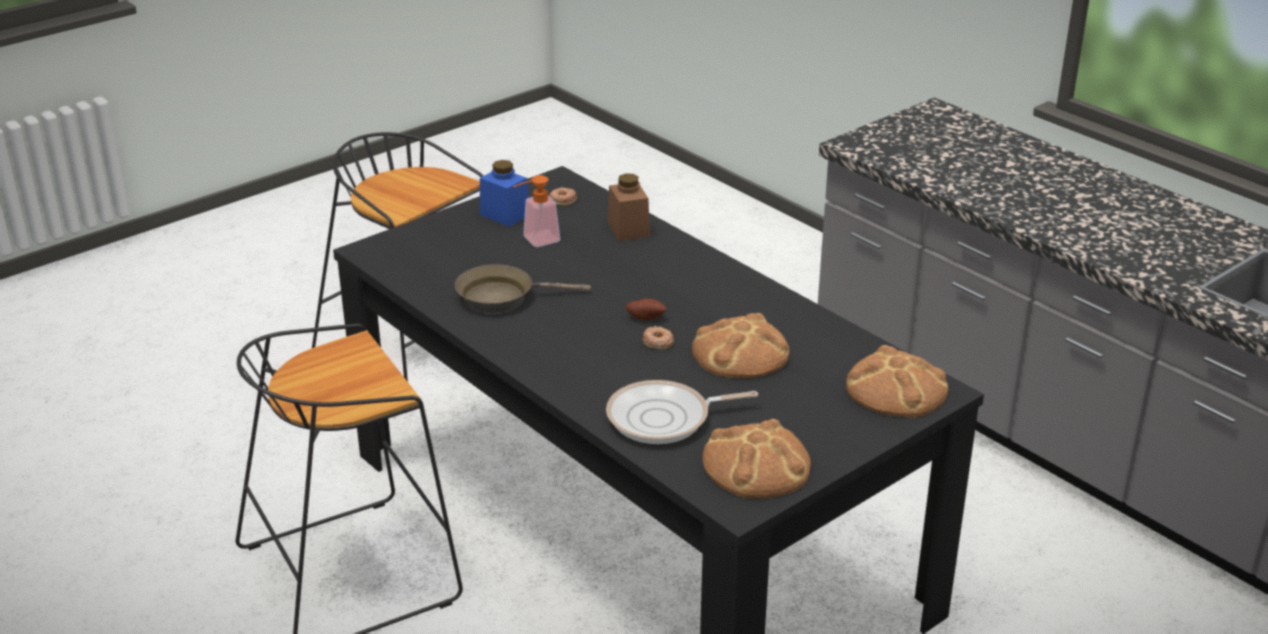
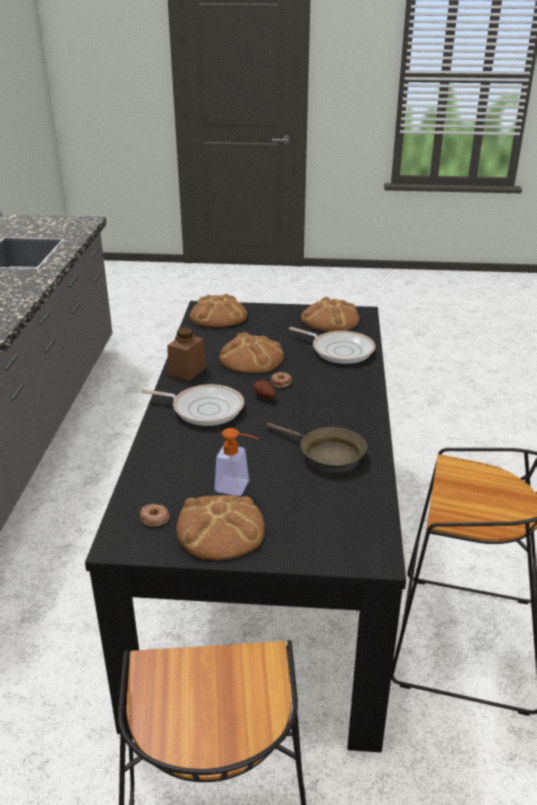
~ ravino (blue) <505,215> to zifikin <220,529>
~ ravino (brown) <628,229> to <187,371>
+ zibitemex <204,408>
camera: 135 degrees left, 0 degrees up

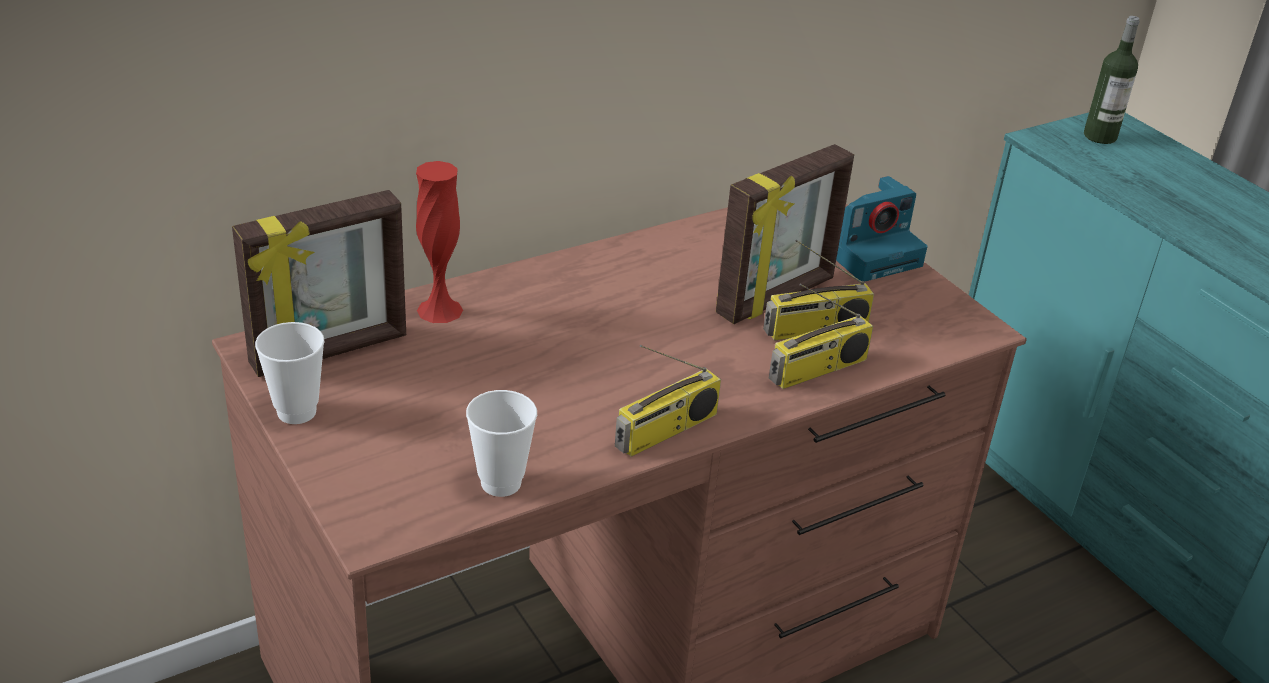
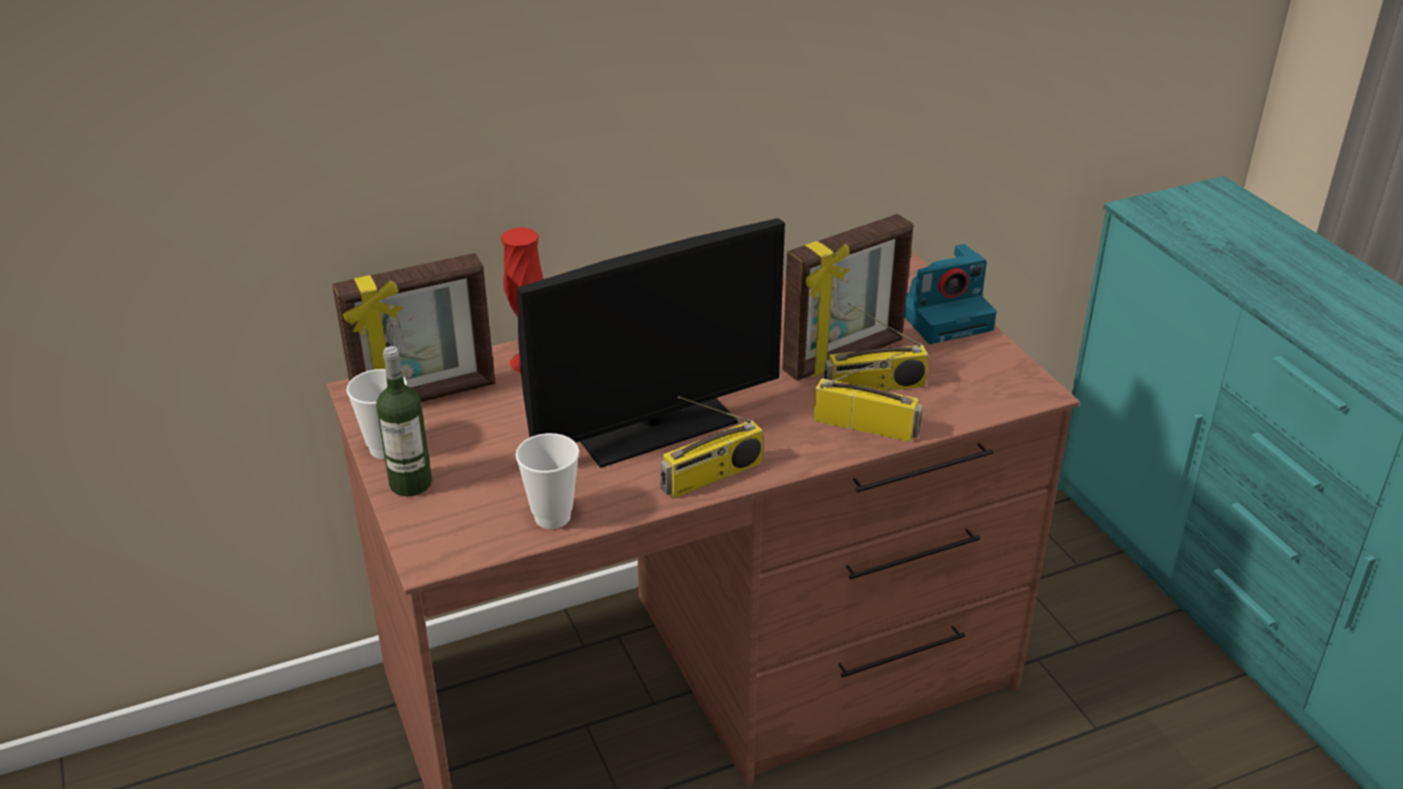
~ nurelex <1100,136> to <411,483>
~ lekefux <817,370> = <867,425> 135 degrees counterclockwise
+ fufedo <654,426>
camera: 10 degrees right, 0 degrees up

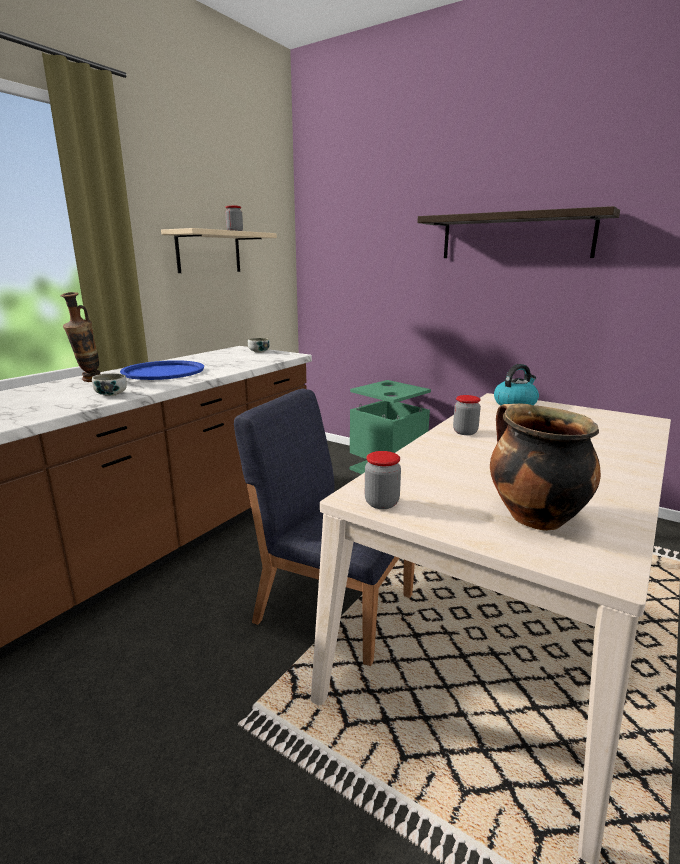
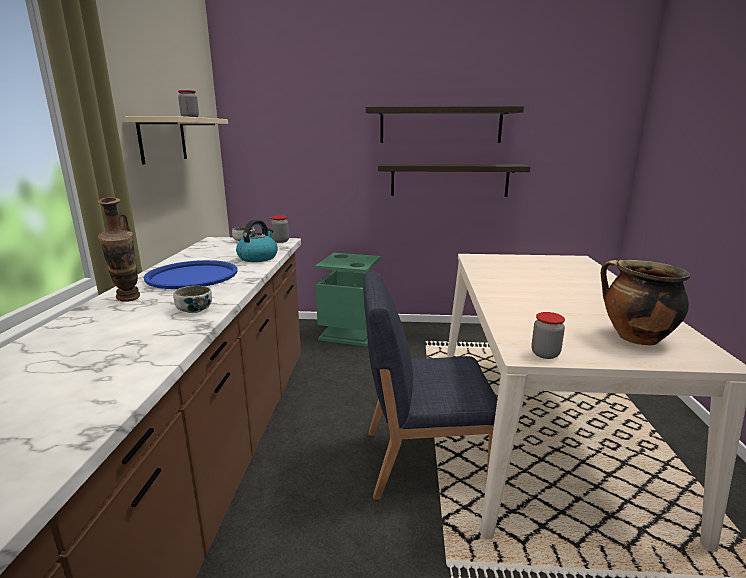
~ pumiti <515,404> to <258,257>
~ ravino <465,432> to <280,241>
+ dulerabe <449,180>
camera: 30 degrees left, 0 degrees up

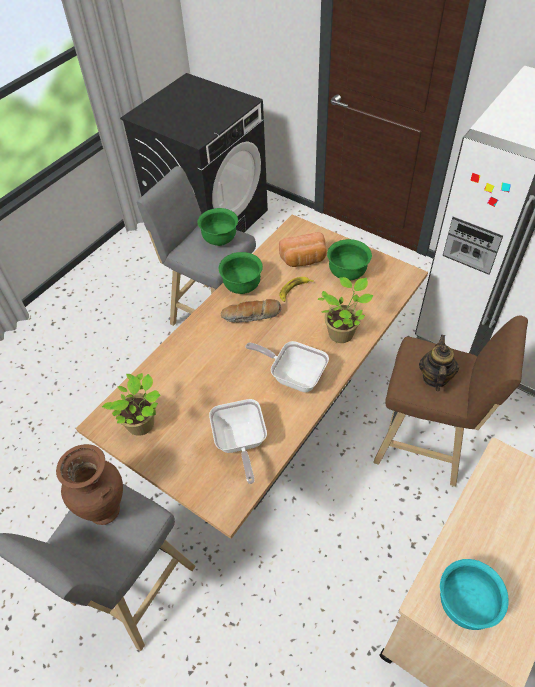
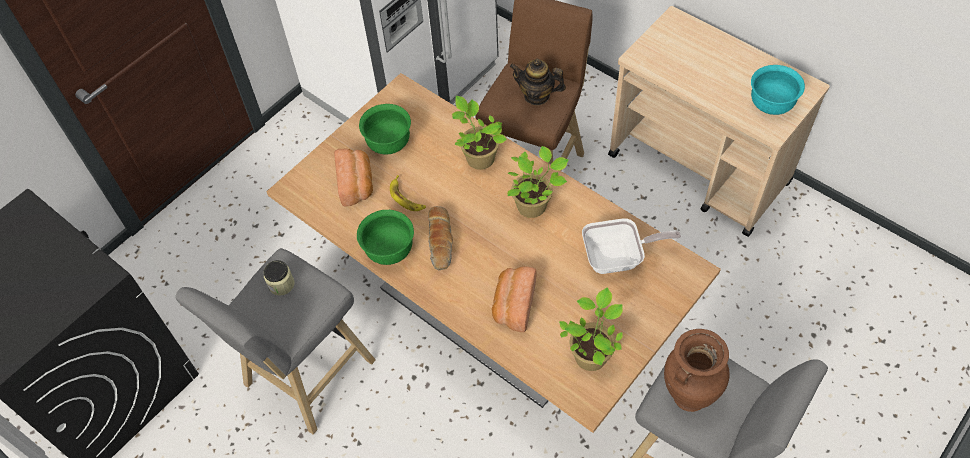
~ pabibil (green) <220,239> to ravino <281,284>
~ zibitemex <293,375> to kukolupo <534,205>
+ zifikin <513,305>
camera: 85 degrees left, 5 degrees up

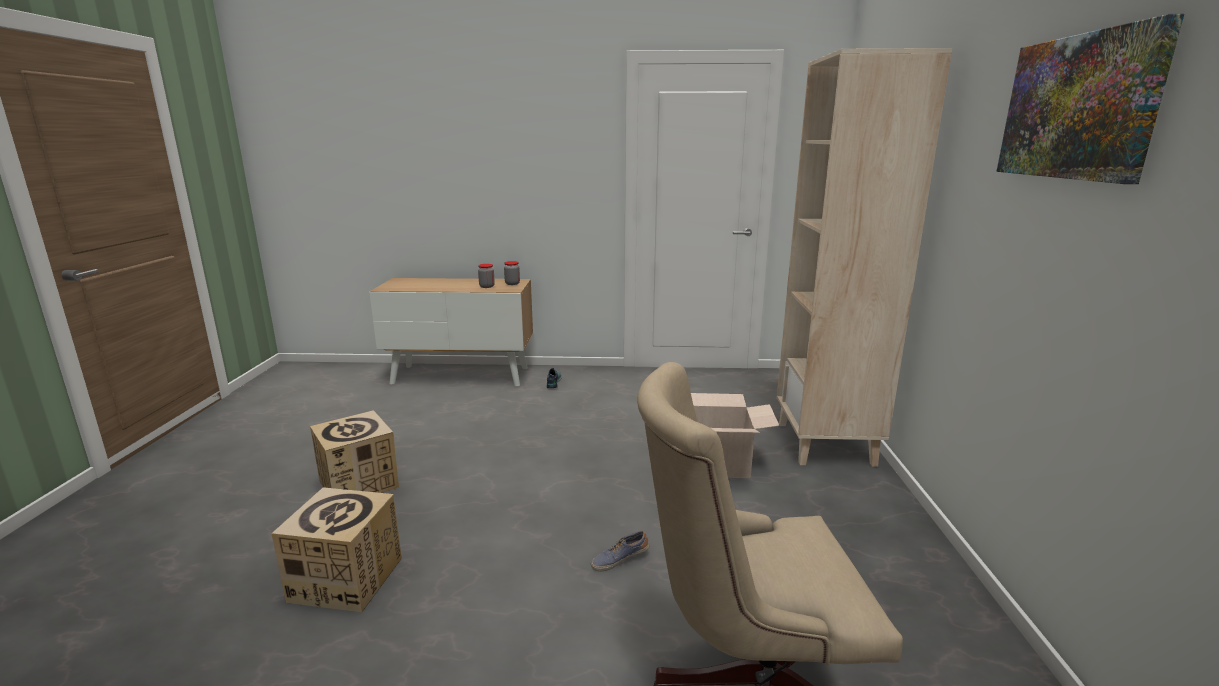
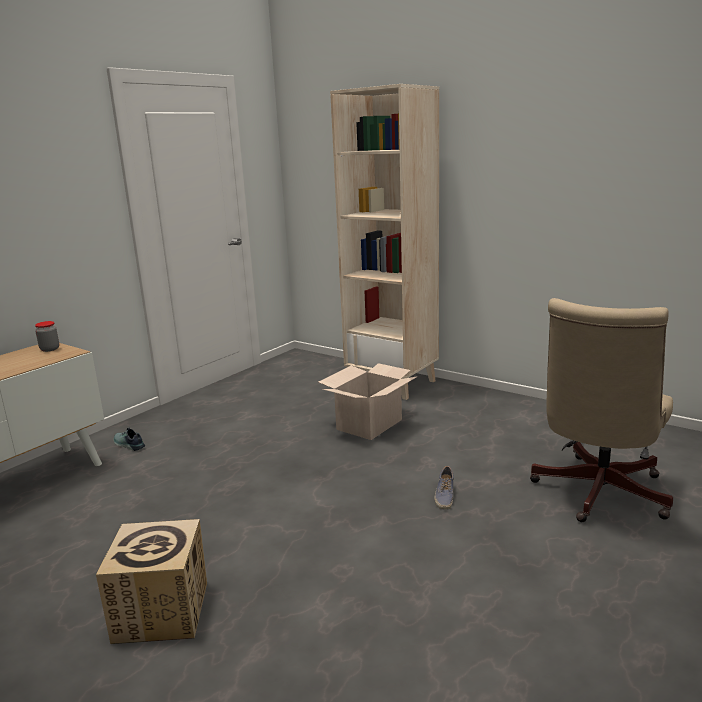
- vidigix <1078,107>
- ravino <487,286>
- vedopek <346,579>
camera: 55 degrees left, 0 degrees up

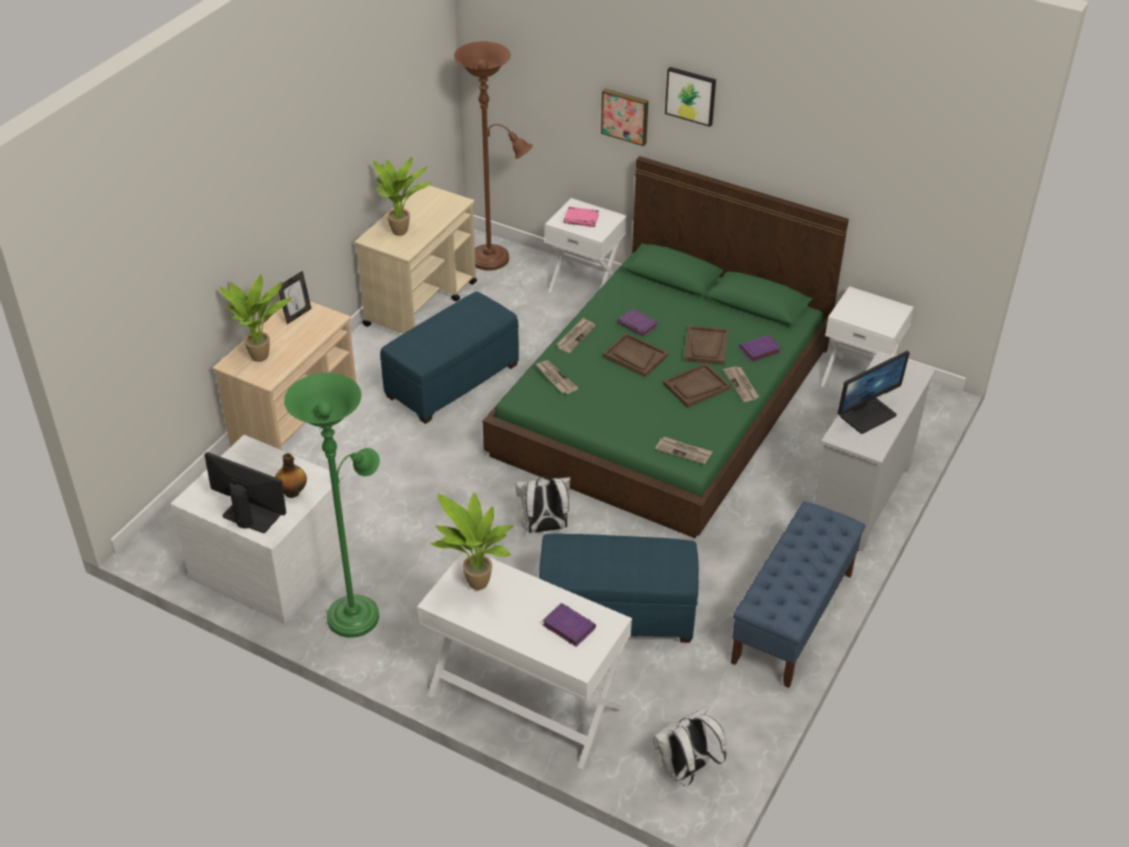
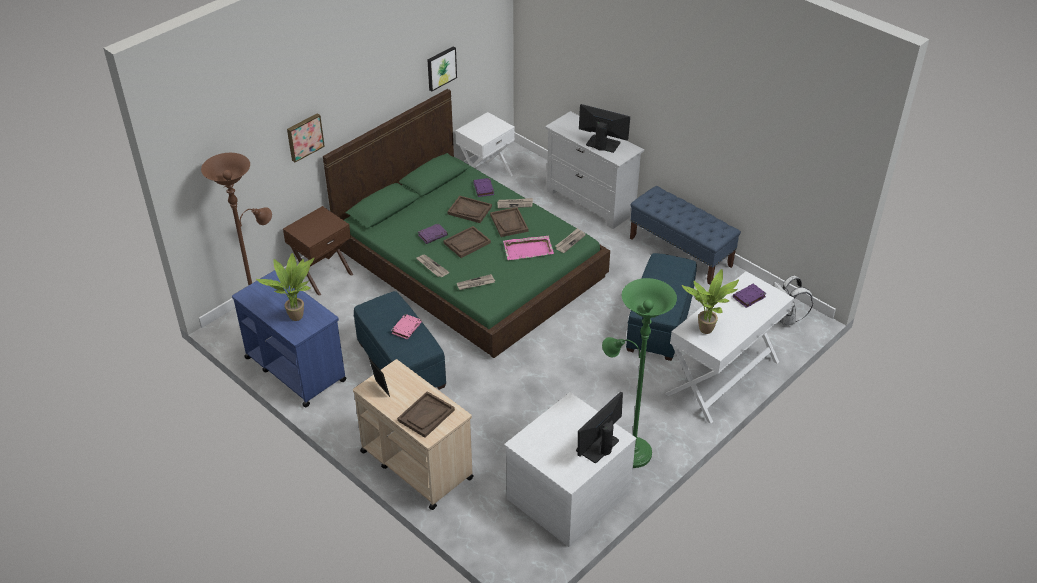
~ vidigix <691,95> to <441,68>
~ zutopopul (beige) <421,303> to zutopopul (blue) <295,368>
~ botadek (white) <585,285> to botadek (brown) <322,275>
~ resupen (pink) <581,219> to <406,328>
~ kukolupo <262,356> to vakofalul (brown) <426,415>
~ fufedo <867,415> = <602,144> 45 degrees counterclockwise
- nurelex <293,492>
- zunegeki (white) <545,527>
+ vakofalul (pink) <528,249>
camera: 75 degrees left, 0 degrees up

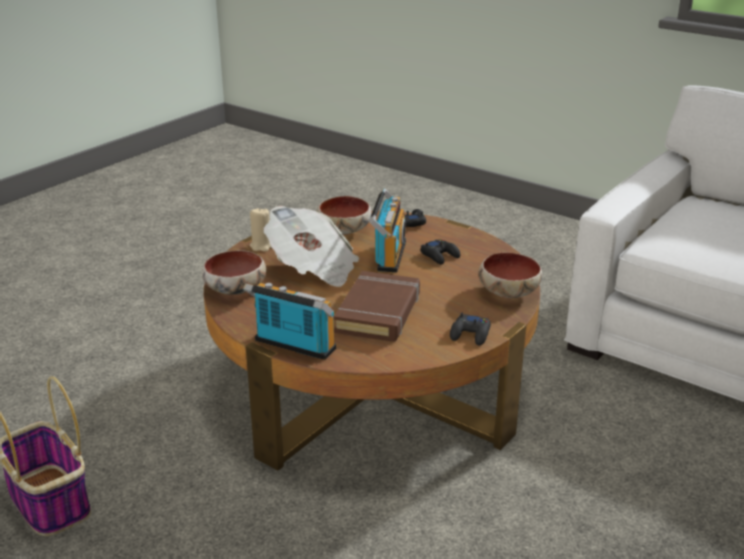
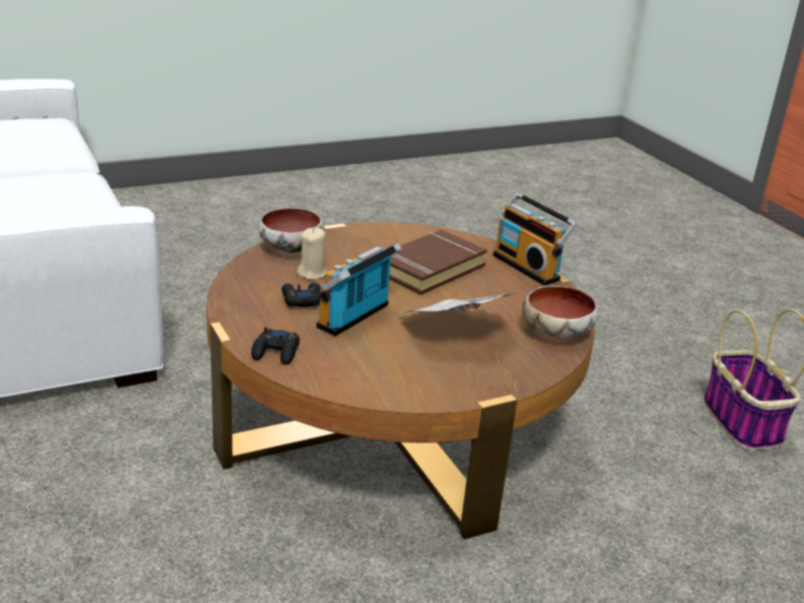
- pabibil <344,230>
~ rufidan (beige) <262,246> to <312,273>
- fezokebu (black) <470,334>
camera: 155 degrees left, 0 degrees up

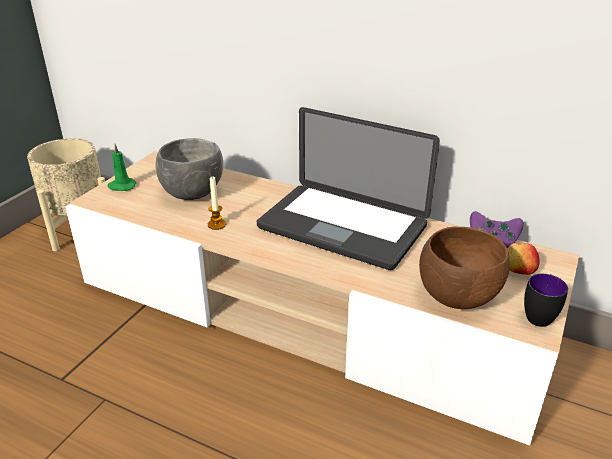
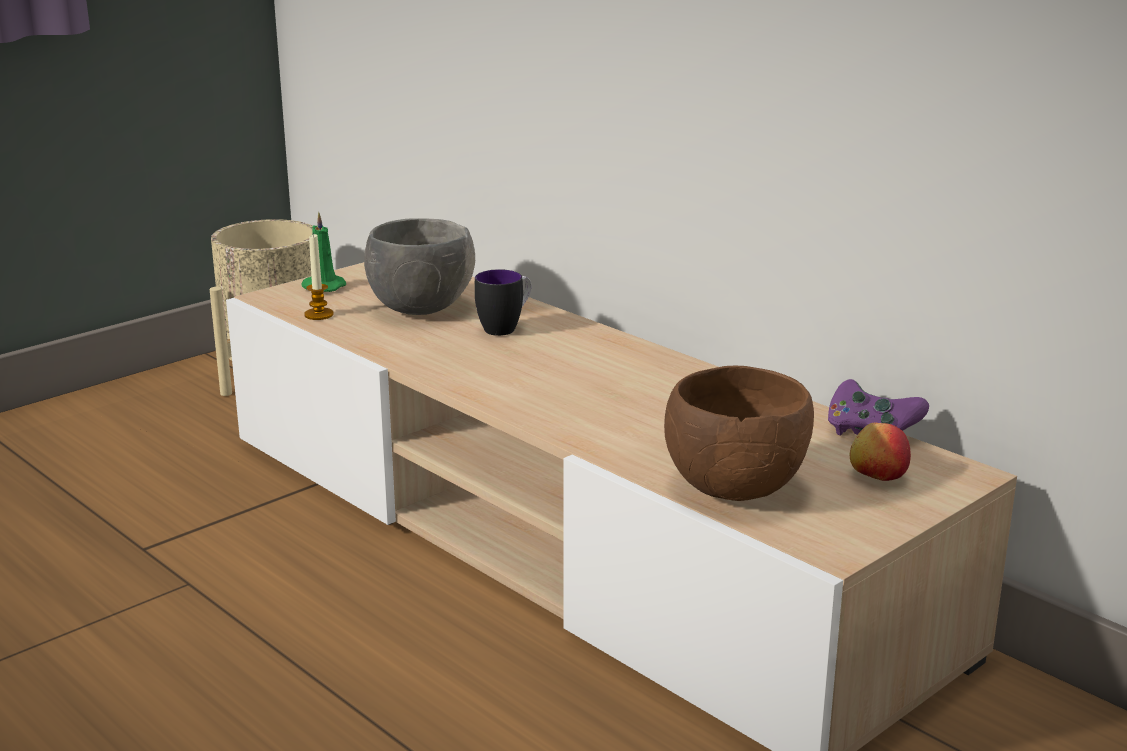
- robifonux <342,227>
~ rufidan <216,224> to <319,315>
~ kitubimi <539,314> to <506,328>
camera: 20 degrees right, 10 degrees down

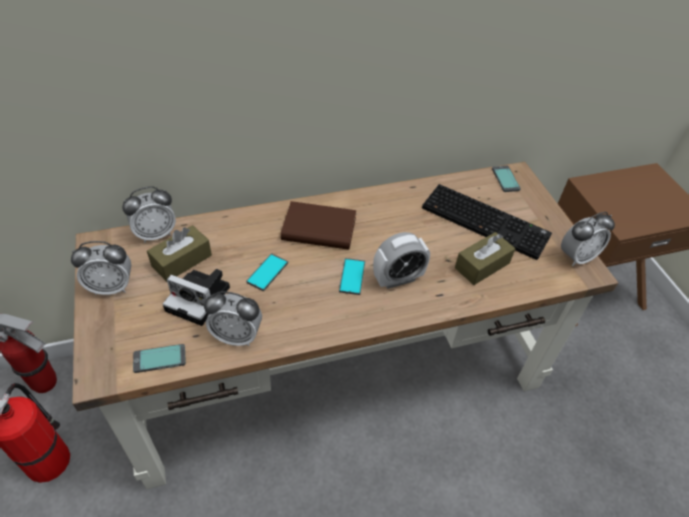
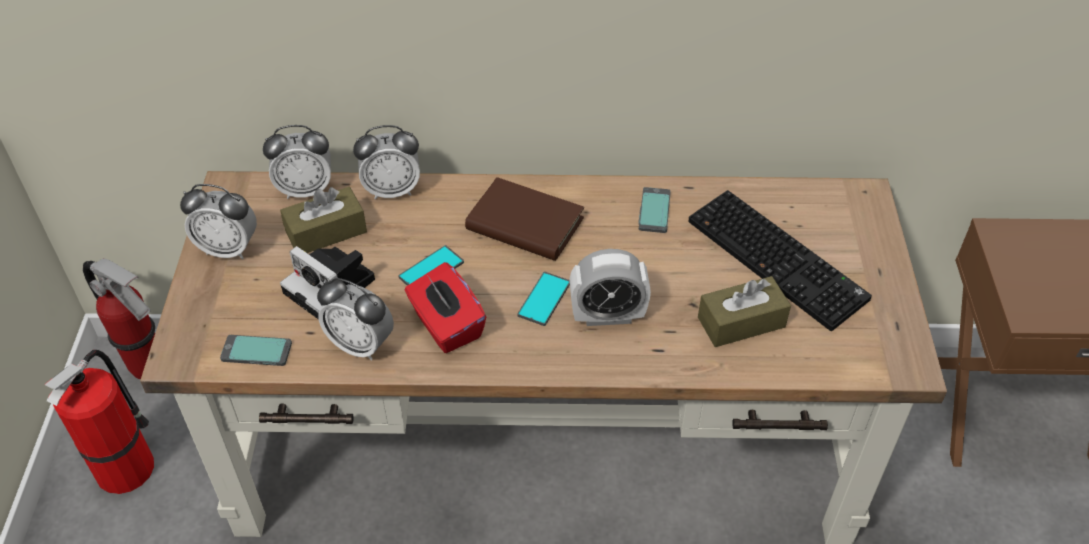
~ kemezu <505,179> to <654,211>
~ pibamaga <577,257> to <392,190>
+ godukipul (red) <446,325>
camera: 20 degrees right, 0 degrees up

